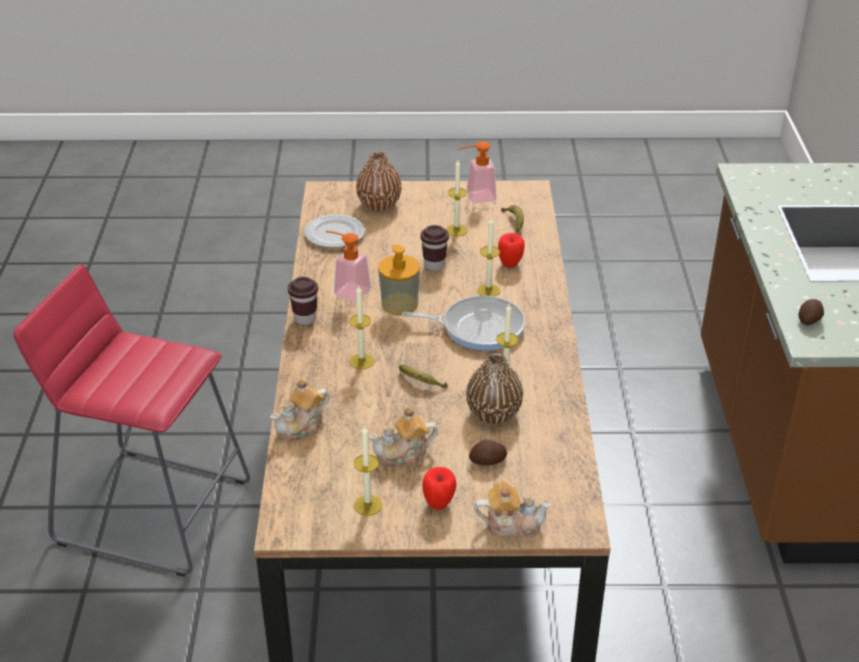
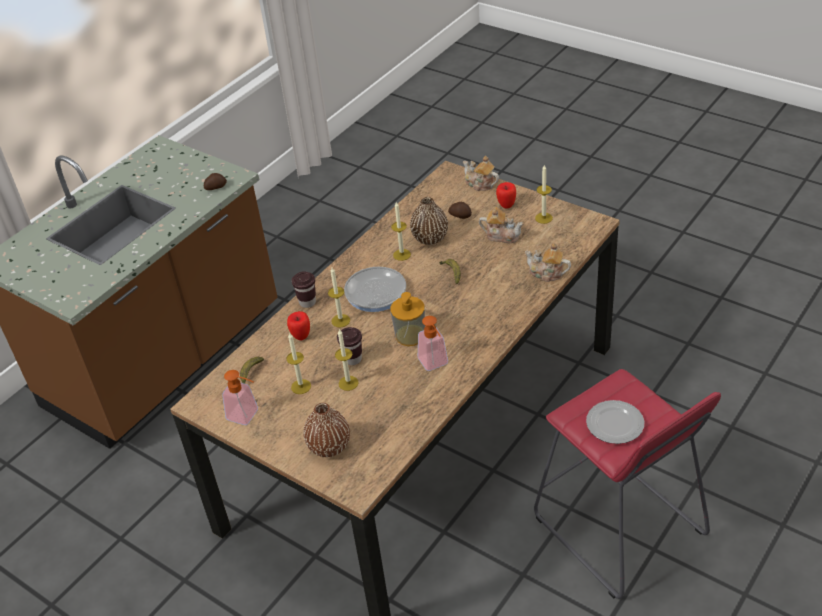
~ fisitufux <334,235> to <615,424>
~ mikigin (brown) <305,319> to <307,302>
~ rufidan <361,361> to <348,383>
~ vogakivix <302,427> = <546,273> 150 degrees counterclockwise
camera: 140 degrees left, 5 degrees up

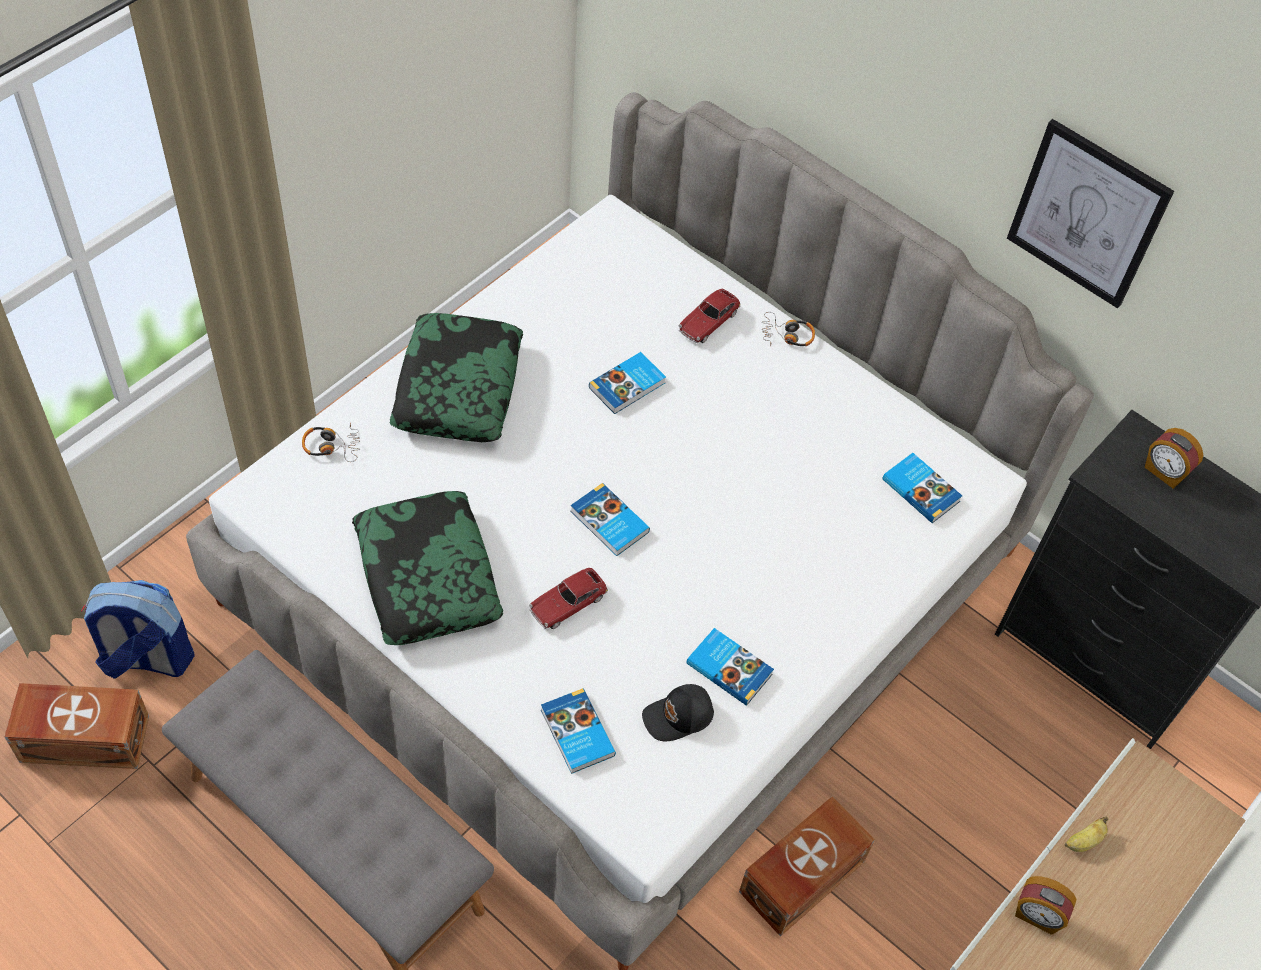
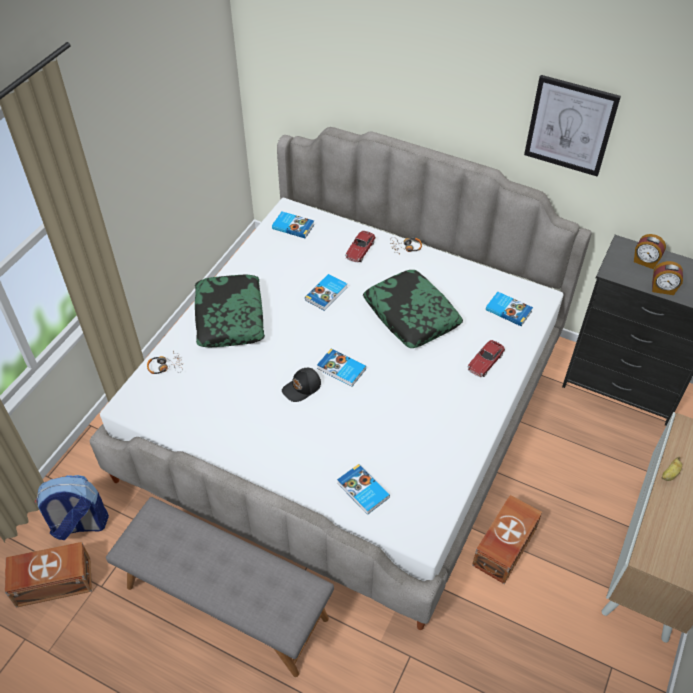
~ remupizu <426,576> to <411,315>
~ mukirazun <568,603> to <485,362>
~ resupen <729,668> to <293,226>
~ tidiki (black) <679,717> to <302,388>
~ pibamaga <1037,915> to <662,289>
camera: 10 degrees left, 5 degrees down

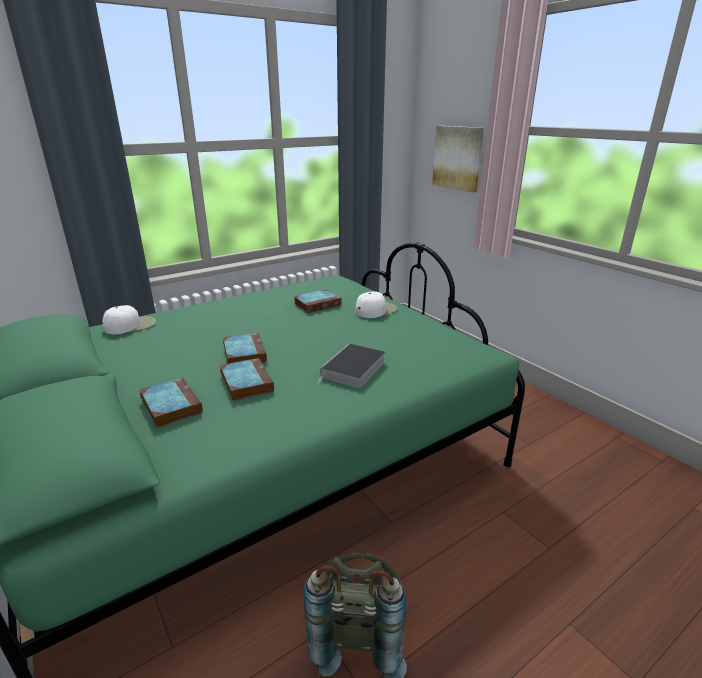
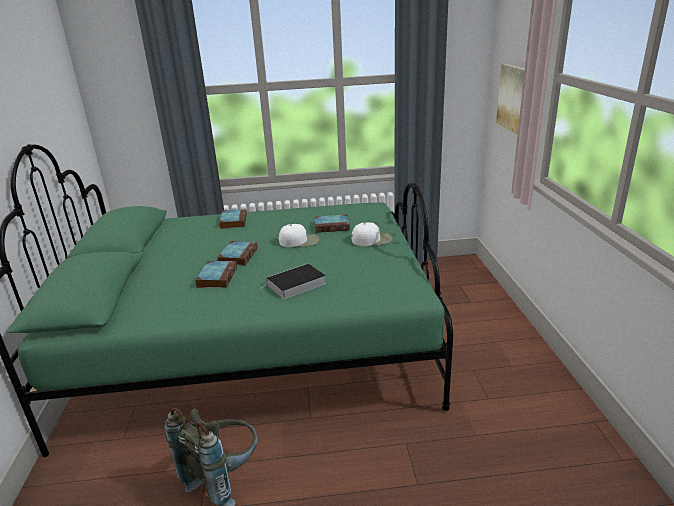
~ tidiki (white) <131,325> to <299,241>
~ resupen <170,405> to <233,221>
camera: 30 degrees right, 0 degrees up

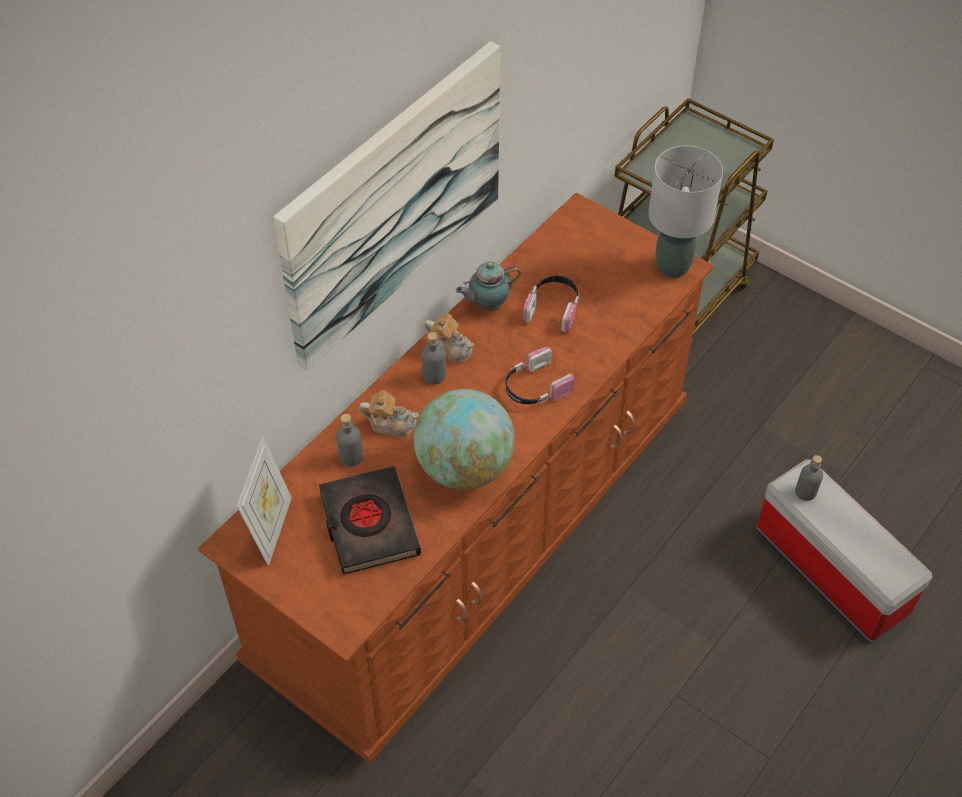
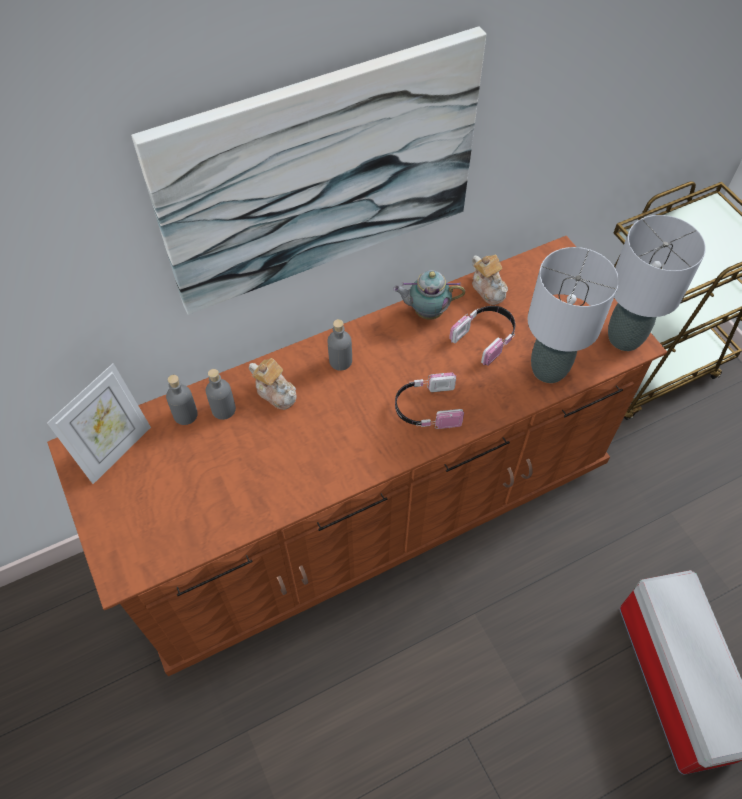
~ vogakivix <450,348> to <488,288>
- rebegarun <464,468>
~ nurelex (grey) <805,492> to <185,415>
- resupen (black) <369,524>
+ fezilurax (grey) <548,370>
camera: 25 degrees right, 5 degrees up

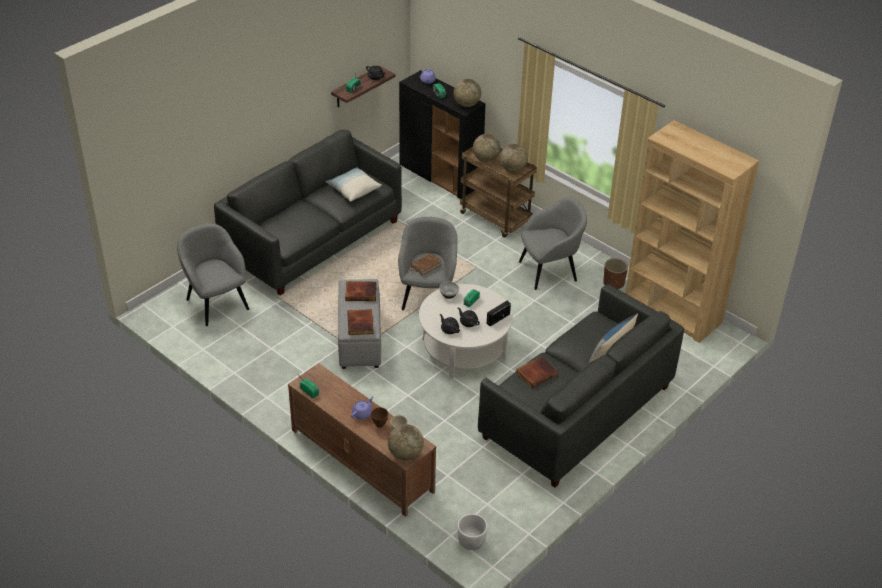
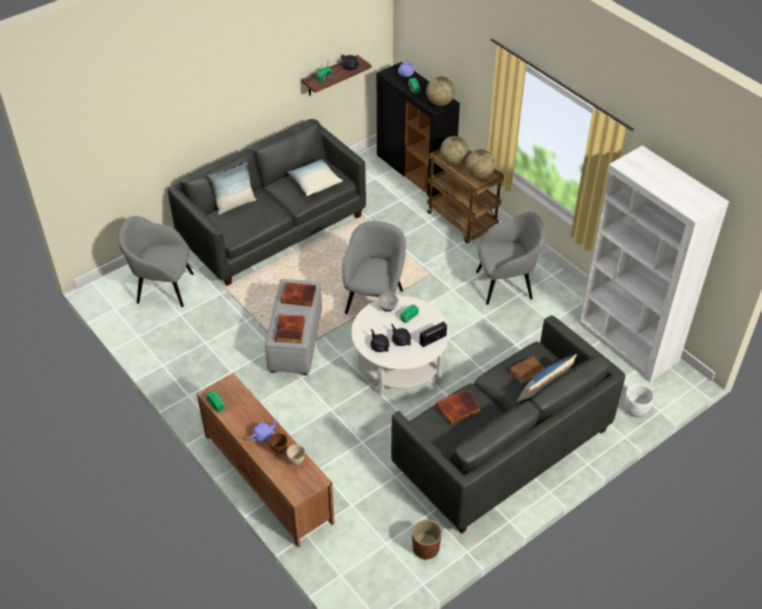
~ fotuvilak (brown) <672,311> to fotuvilak (white) <627,343>
~ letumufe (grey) <216,303> = <163,288> 60 degrees counterclockwise
~ resupen (brown) <426,265> to <526,371>
~ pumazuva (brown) <613,283> to <425,548>
- rebegarun <405,454>
~ pumazuva (white) <471,541> to <635,409>
+ remupizu <235,204>
camera: 10 degrees right, 5 degrees up

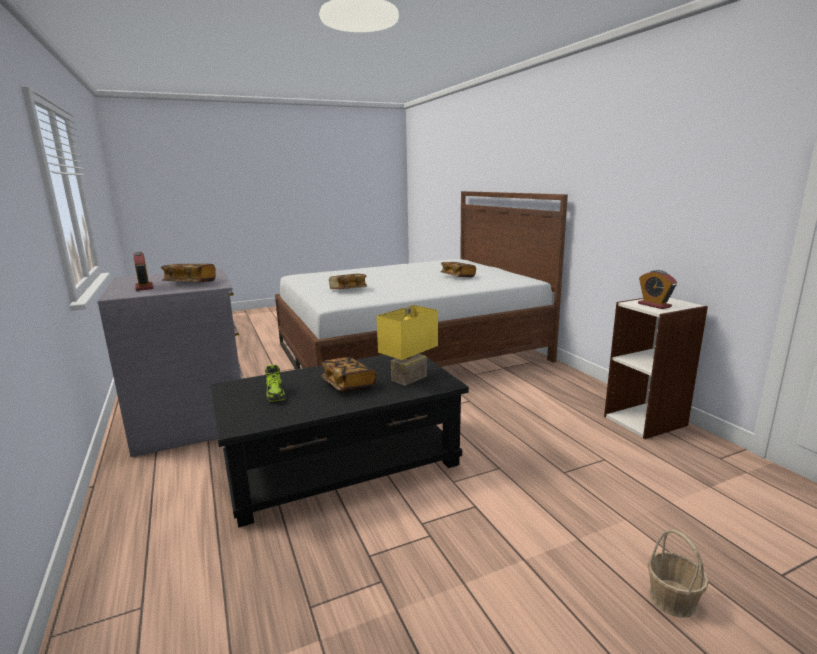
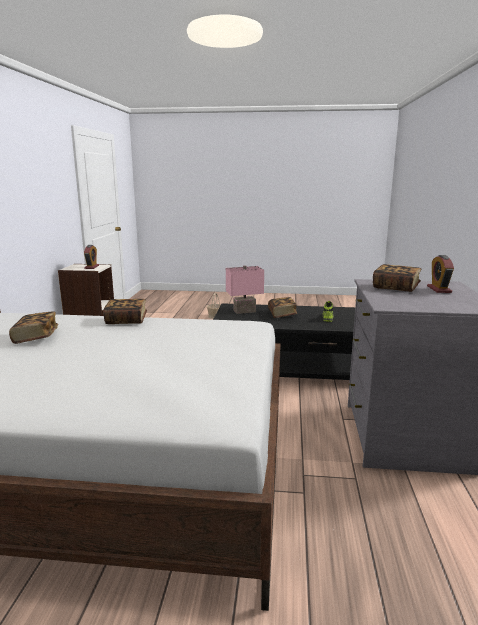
~ resupen <348,290> to <126,320>
~ fezilurax (yellow) <408,377> to fezilurax (pink) <244,311>
camera: 150 degrees left, 0 degrees up

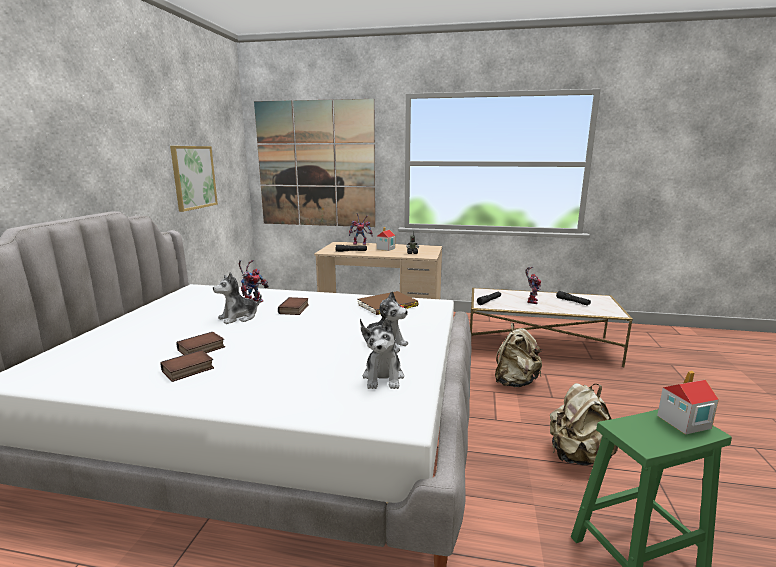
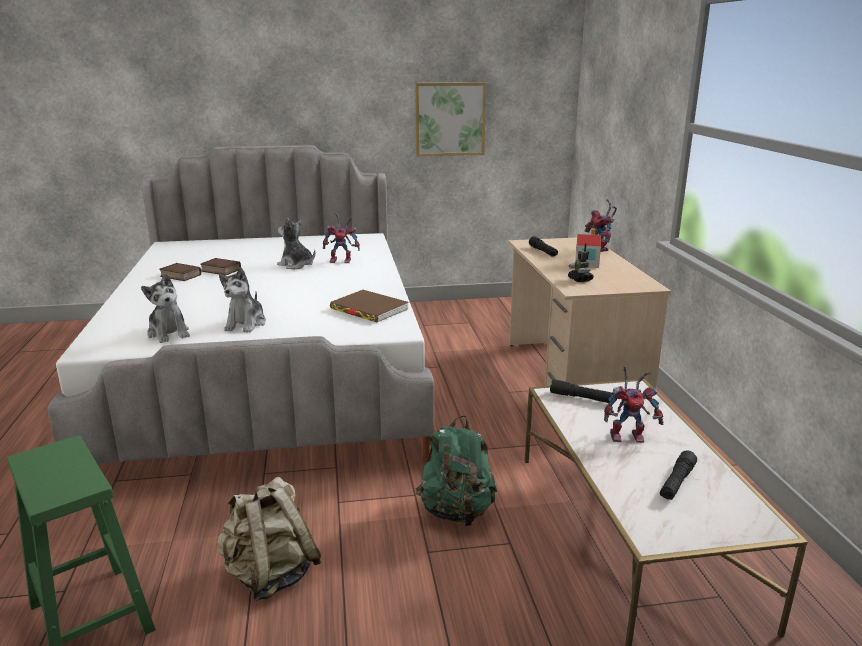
- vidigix <315,165>
- resupen <294,309>
~ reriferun <383,377> = <169,333> 105 degrees counterclockwise
~ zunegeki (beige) <515,382> to zunegeki (green) <457,512>
- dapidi <683,422>
camera: 70 degrees right, 5 degrees up

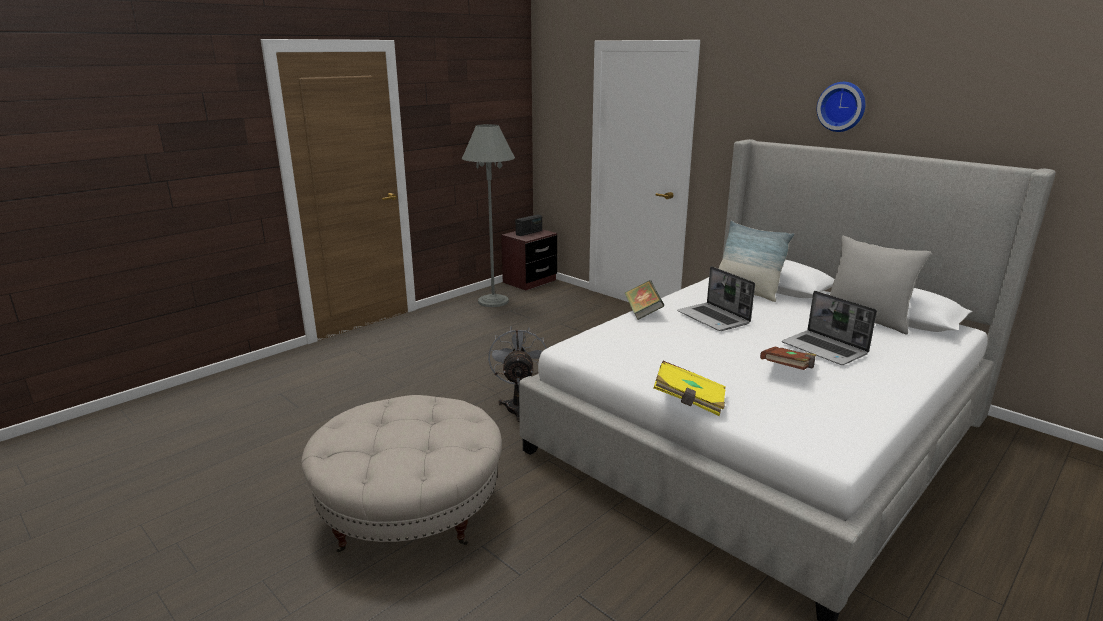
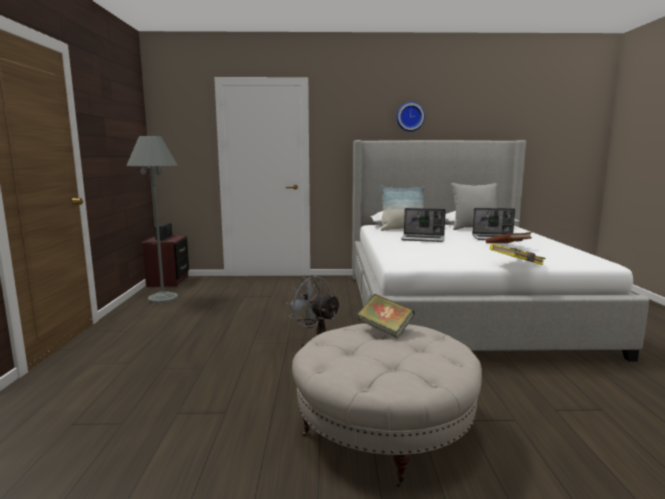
~ resupen <643,312> to <385,329>
camera: 45 degrees left, 10 degrees down

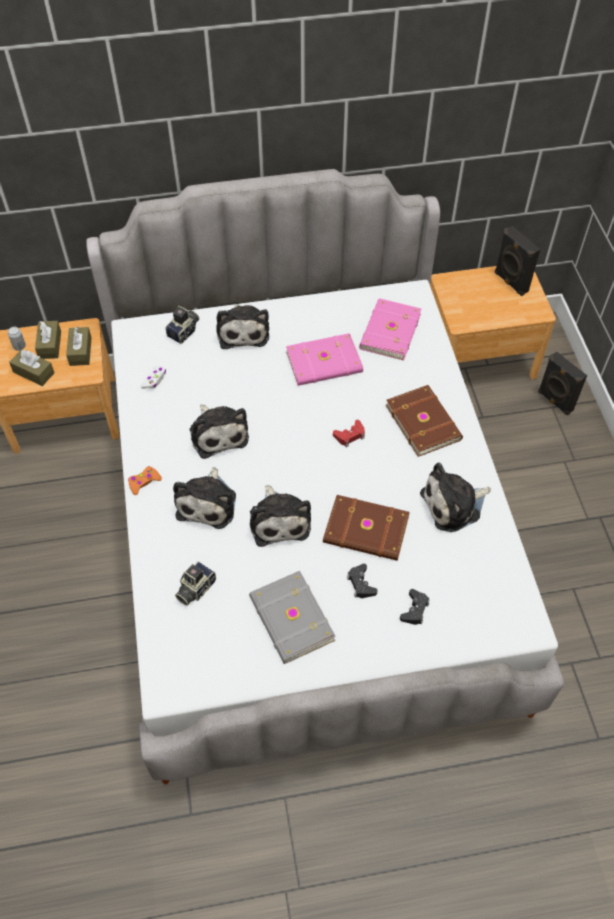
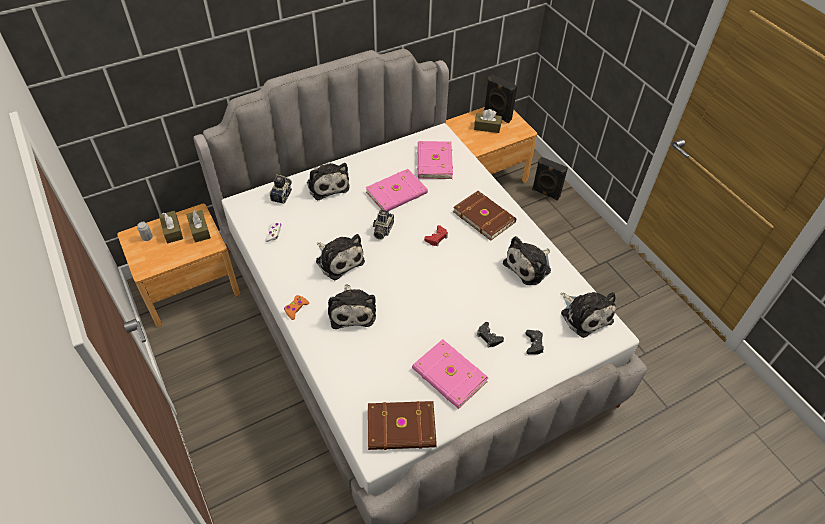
~ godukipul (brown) <34,372> to <487,127>
~ reriferun <279,520> to <584,315>
~ resupen (brown) <366,531> to <402,428>
~ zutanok <195,588> to <382,230>
~ resupen (grey) <290,620> to resupen (pink) <449,376>
camera: 20 degrees left, 5 degrees down

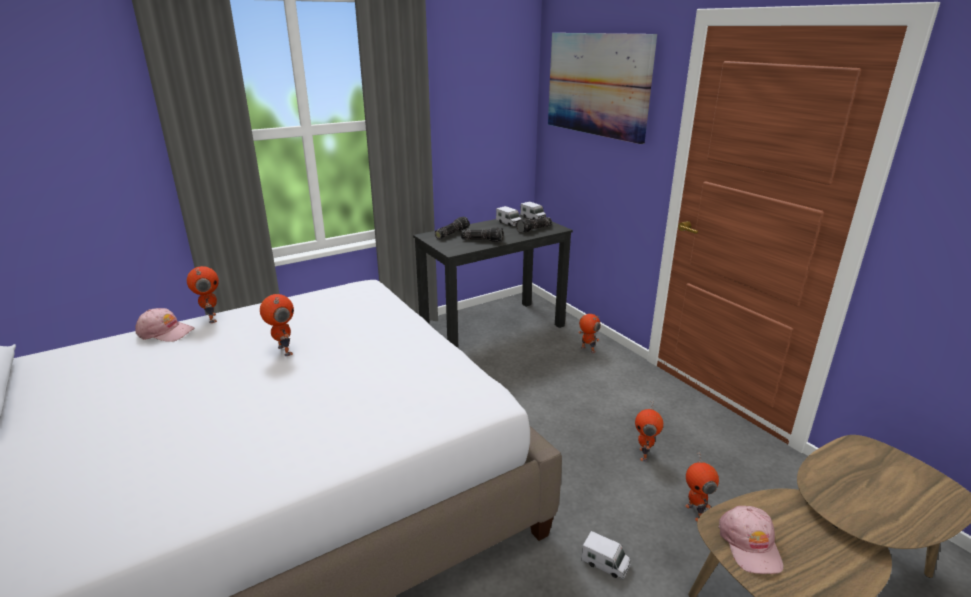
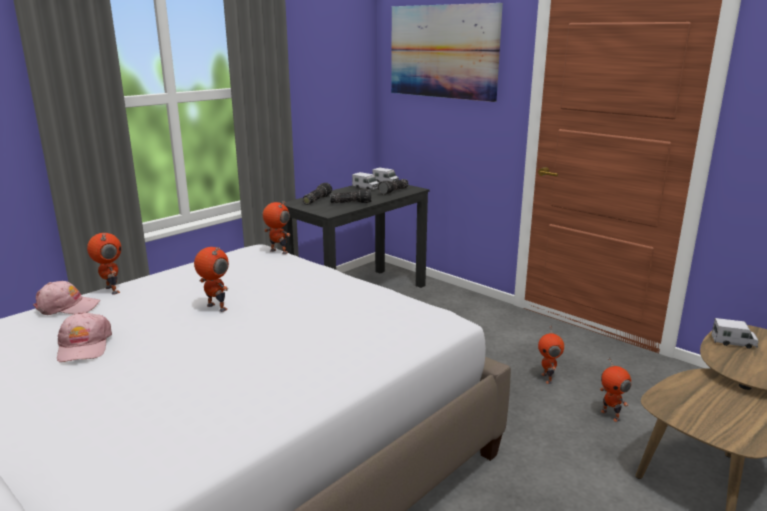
~ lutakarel <587,350> to <278,252>
~ tidiki (pink) <750,544> to <84,346>
~ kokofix <605,564> to <733,342>
camera: 15 degrees left, 5 degrees down

